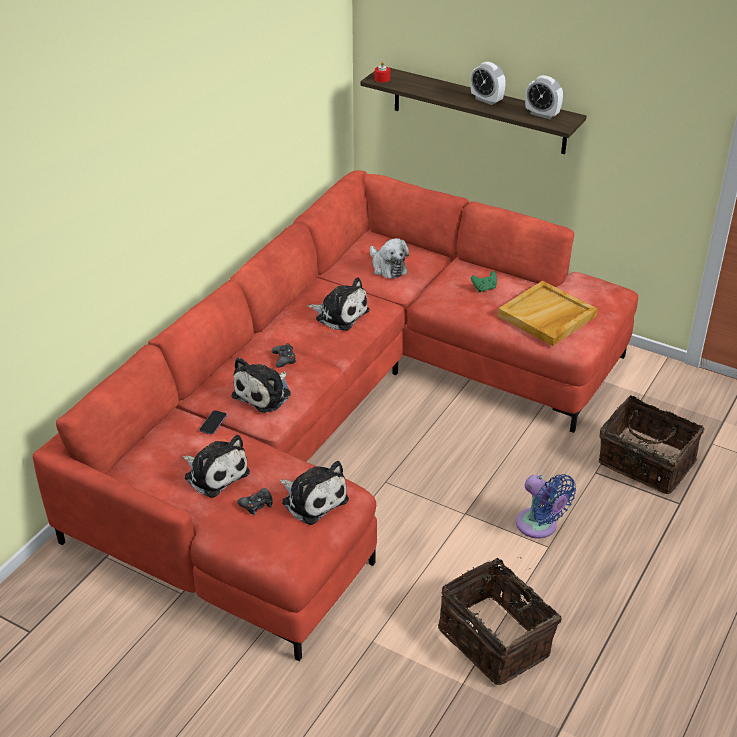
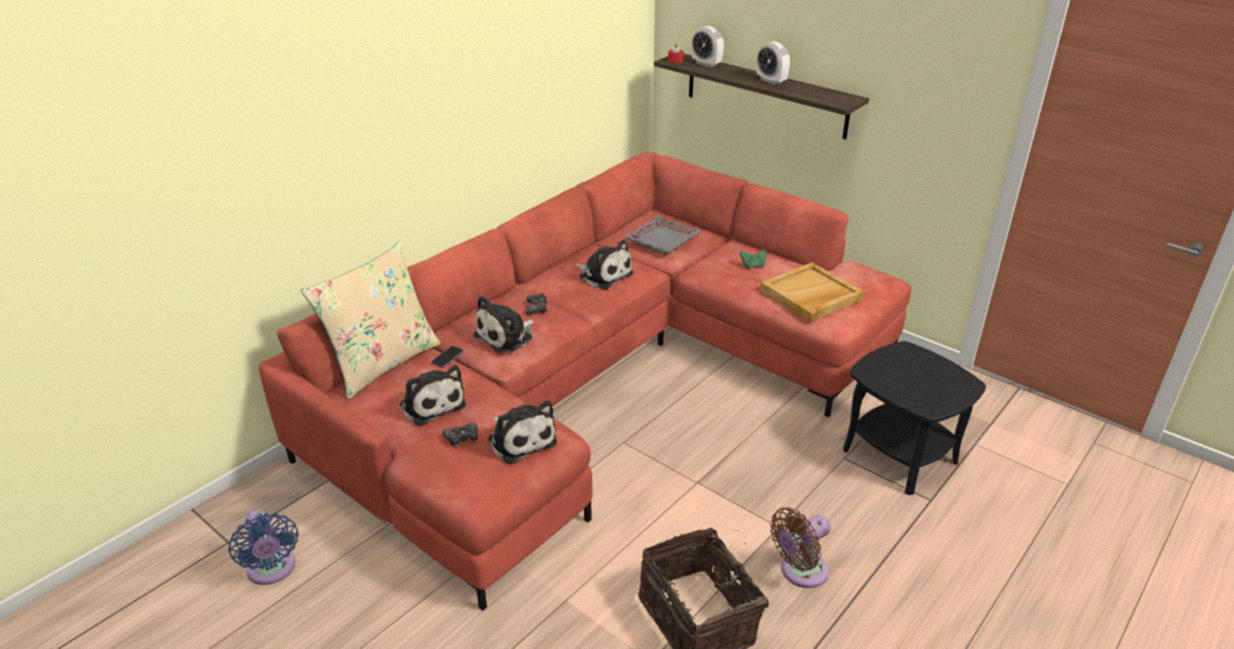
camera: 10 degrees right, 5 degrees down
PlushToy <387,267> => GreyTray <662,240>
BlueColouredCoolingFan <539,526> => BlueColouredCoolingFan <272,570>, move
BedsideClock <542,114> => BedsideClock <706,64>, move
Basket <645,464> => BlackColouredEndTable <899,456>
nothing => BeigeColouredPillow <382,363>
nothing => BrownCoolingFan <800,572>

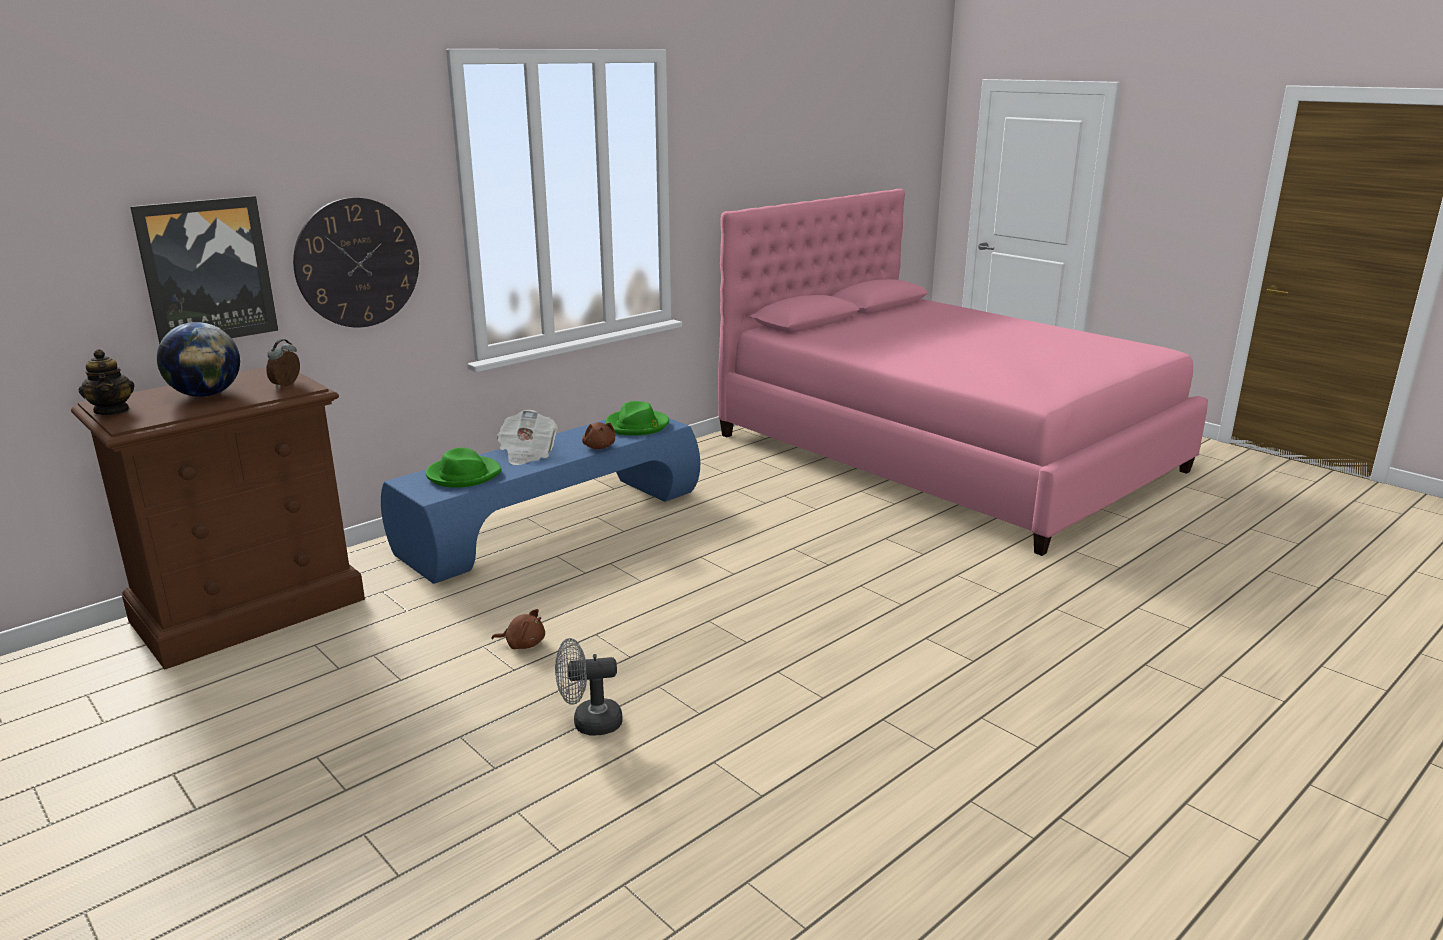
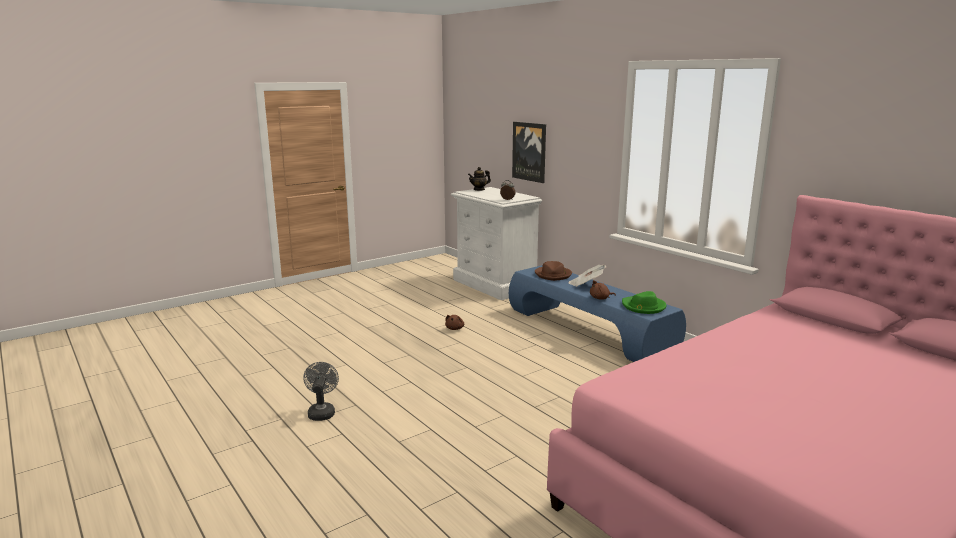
camera: 95 degrees right, 5 degrees down
BrownChestOfDrawers <249,610> => WhitishChestOfDrawers <495,285>
Globe <205,395> => nothing
ClockOnTheWall <357,263> => nothing
GreenWearableHat <463,475> => BrownWearableHat <553,275>
GreyCoolingFan <589,723> => GreyCoolingFan <322,412>, move

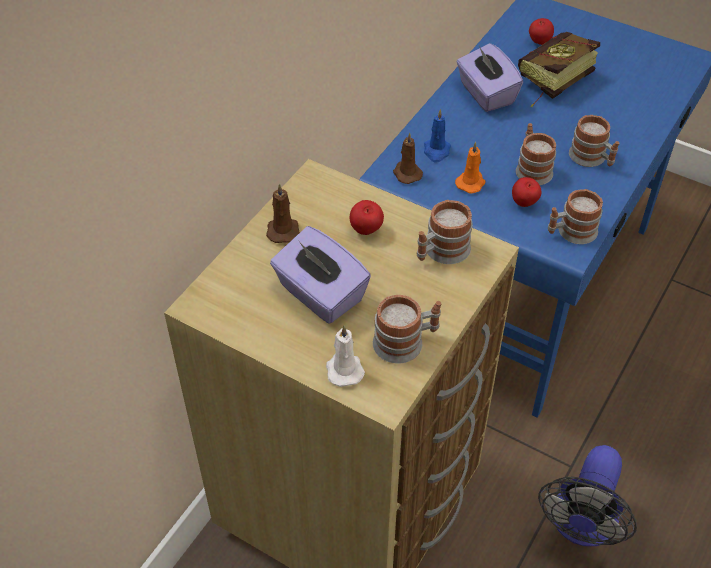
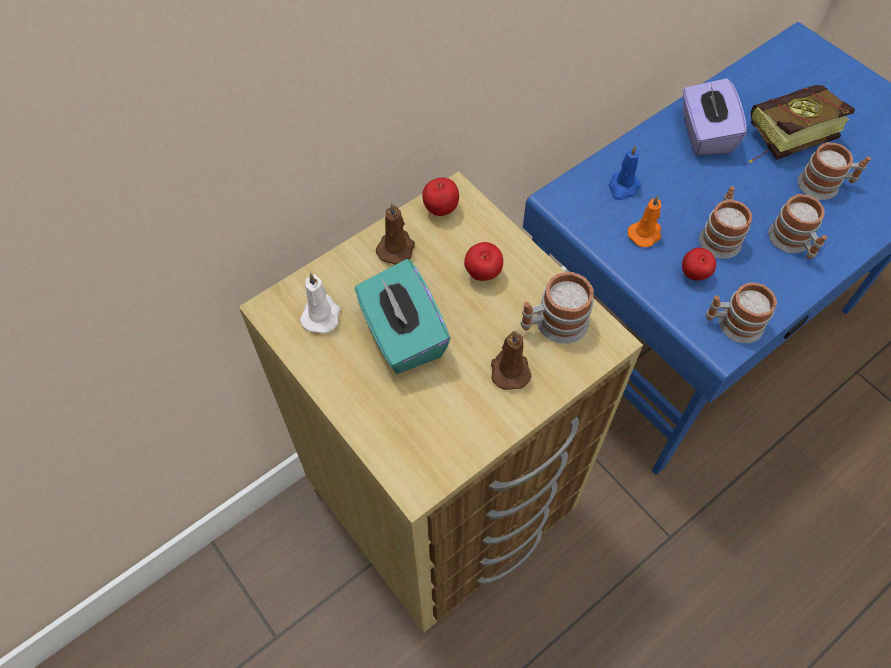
camera: 20 degrees right, 10 degrees up
PurplishTissueHolder <320,294> => TurquoiseColouredTissueHolder <402,335>
WhitishWaxCandle <344,369> => WhitishWaxCandle <321,314>, move
TeaMug <406,342> => TeaMug <825,185>, move
BrownWaxCandle <406,173> => BrownWaxCandle <509,369>, move
AppleFruit <539,42> => AppleFruit <440,209>, move
CoolingFan <581,526> => nothing

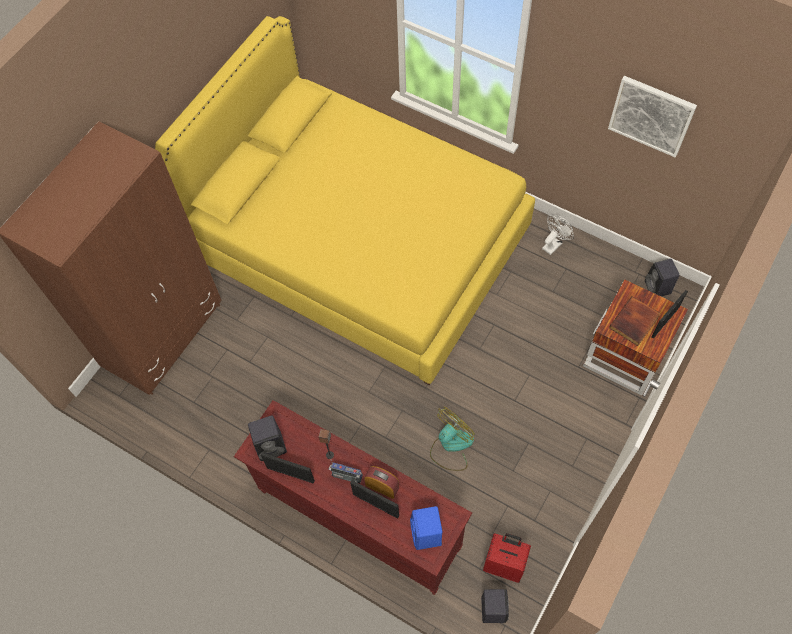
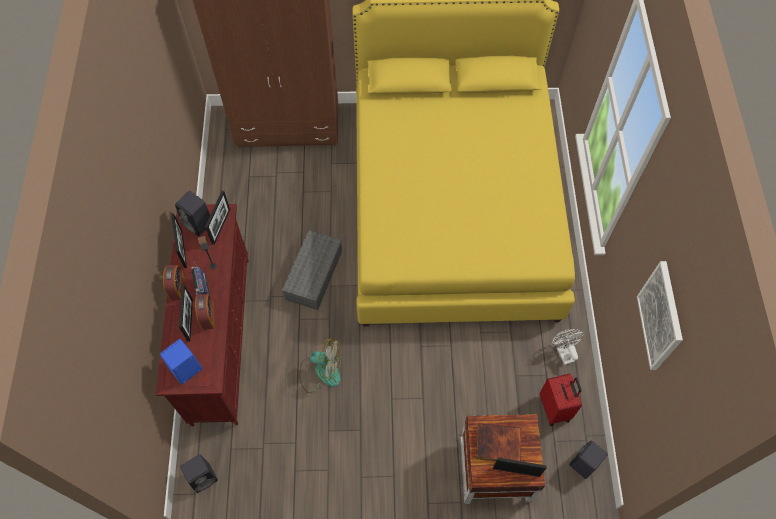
camera: 55 degrees right, 0 degrees up
ReddishTravelCase <504,564> => ReddishTravelCase <555,408>, move
WhitishCoolingFan <554,244> => WhitishCoolingFan <563,352>, 120 degrees counterclockwise
nothing => BedsideClock <177,287>
nothing => PhotoFrame <221,226>
nothing => GreyStorageBox <313,274>

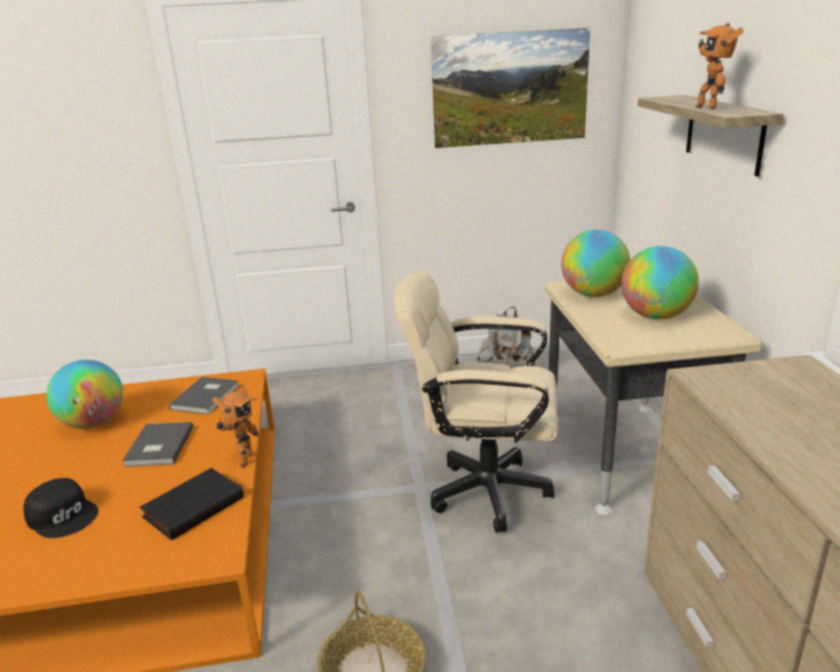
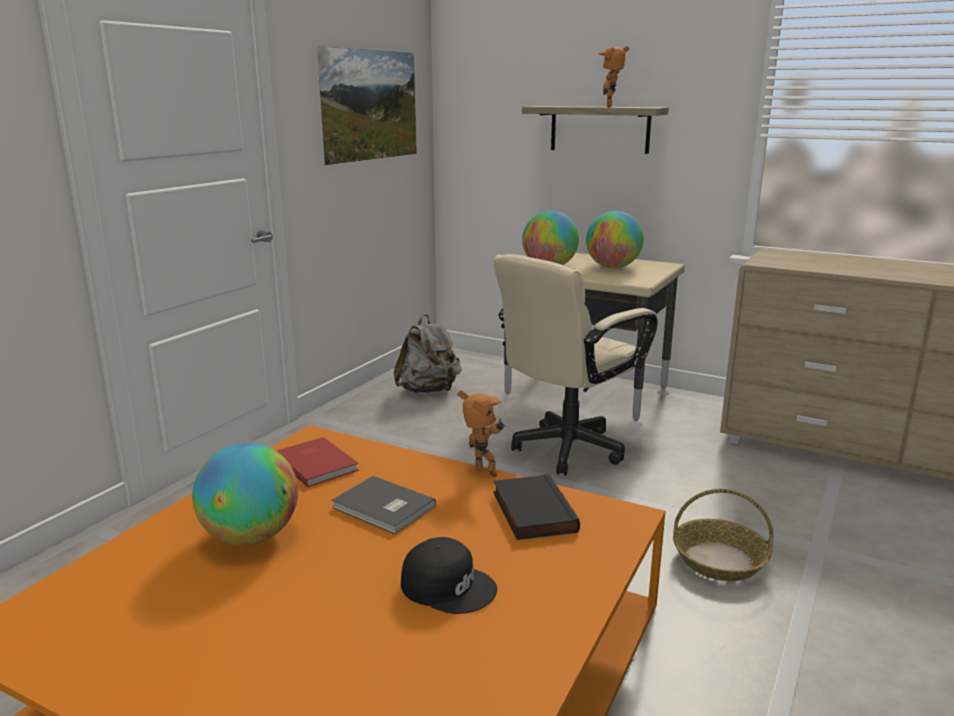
camera: 55 degrees left, 5 degrees down
BlackColouredCap <63,515> => BlackColouredCap <448,586>, 45 degrees clockwise
GreyBoundBook <207,397> => ReddishBoundBook <317,463>
ToyRobot <708,108> => ToyRobot <612,107>, 90 degrees clockwise

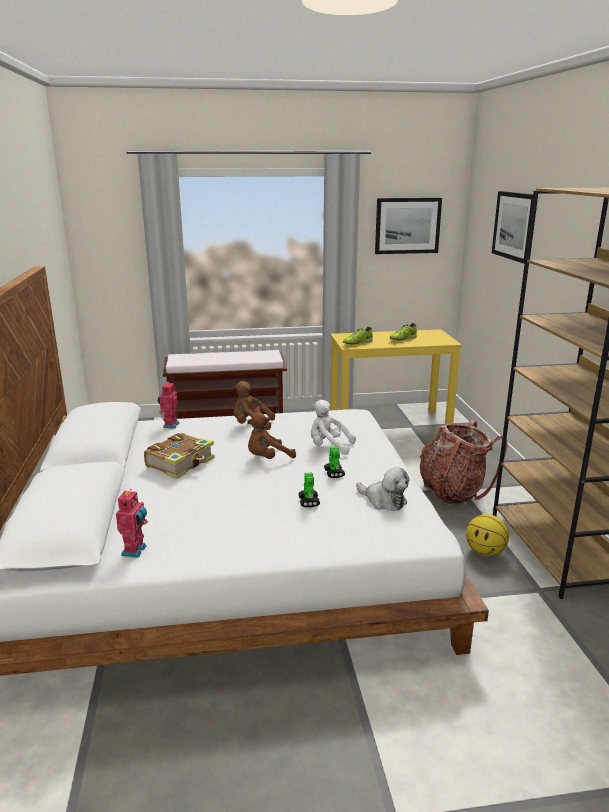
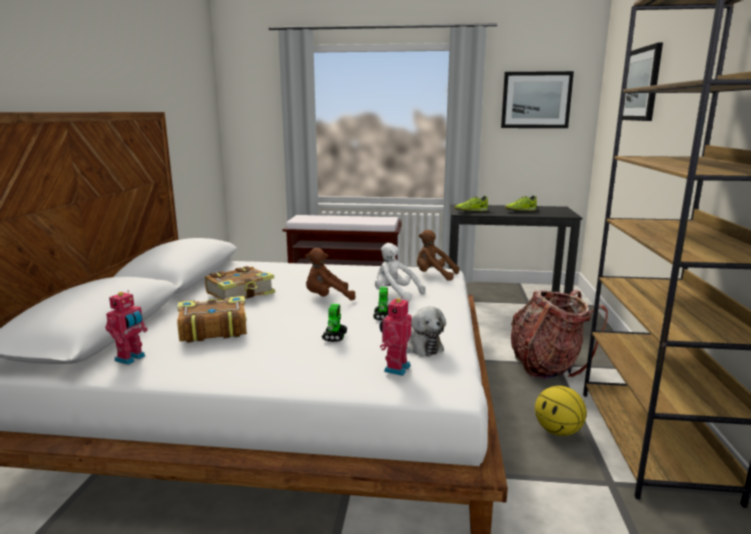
camera: 15 degrees right, 5 degrees down
ToyRobot <170,425> => ToyRobot <395,368>, move
BrownPlushToy <251,425> => BrownPlushToy <433,276>, move
YellowDesk <390,423> => BlackColouredDesk <505,298>
nothing => BoundBook <212,329>

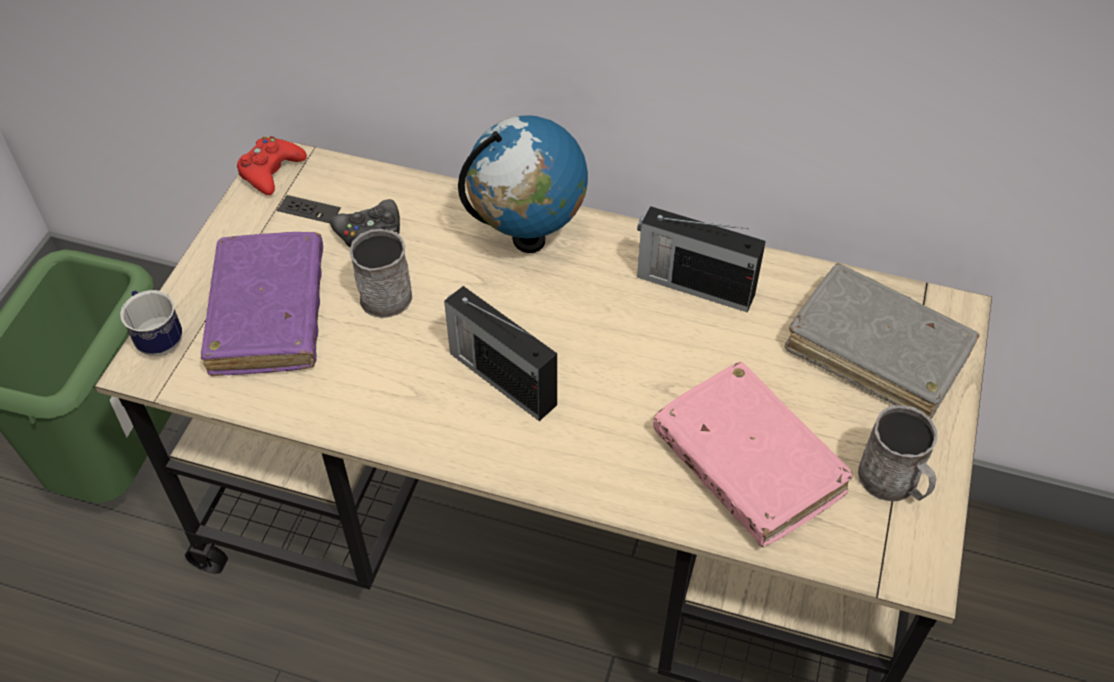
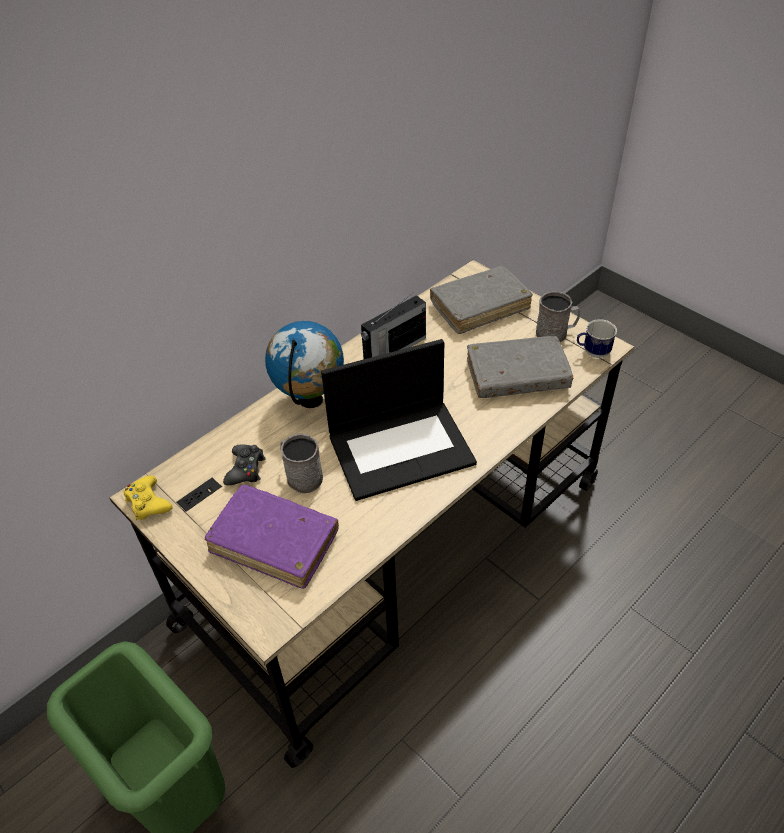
camera: 60 degrees left, 5 degrees down
TeaMug <158,339> => TeaMug <592,352>, move
ReddishGamepad <271,171> => YellowGamepad <148,503>
RadioReceiver <501,377> => NotebookComputer <401,448>
PinkBoundBook <748,463> => GreyBoundBook <517,375>

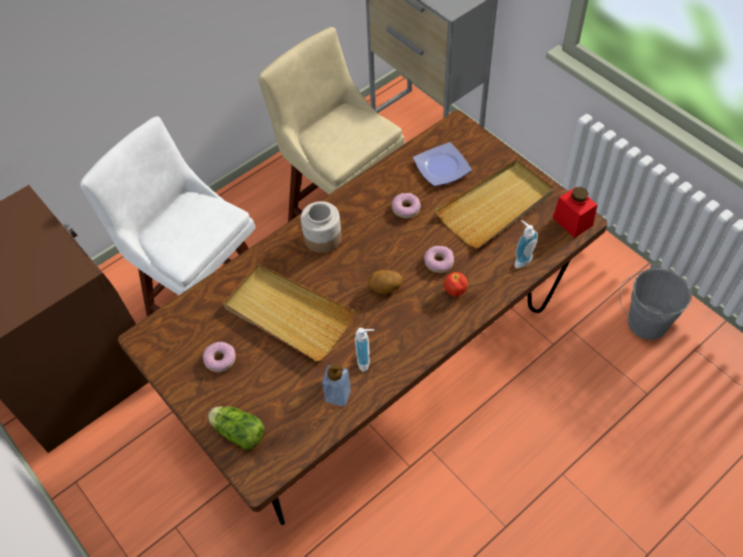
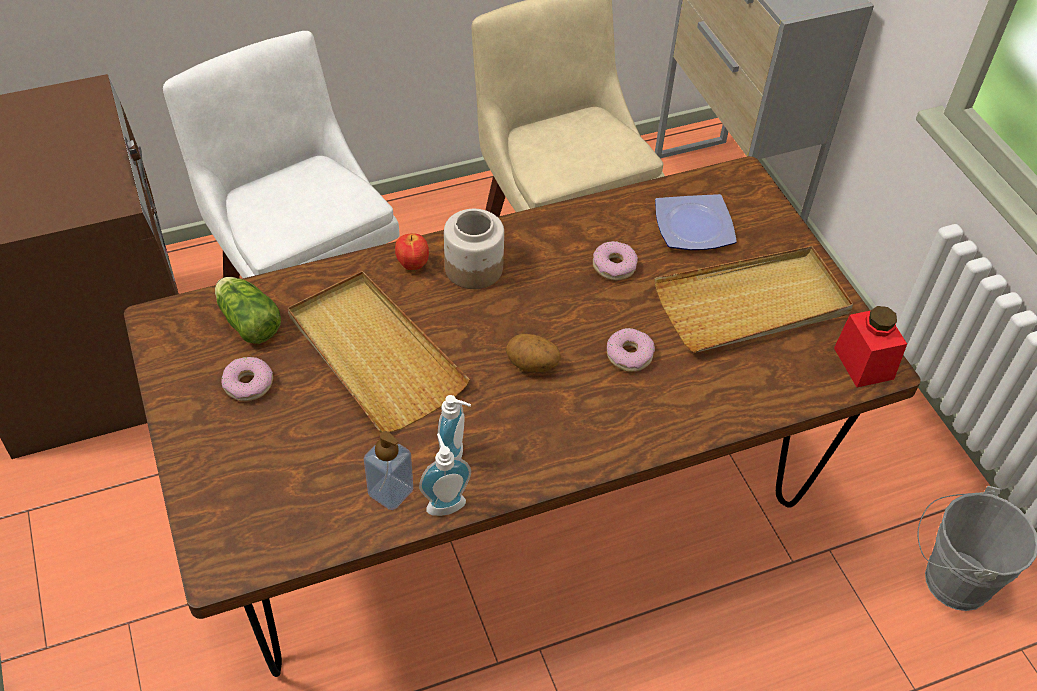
camera: 15 degrees right, 5 degrees down
LettuceHead <237,431> => LettuceHead <247,320>, move
AppleFruit <454,291> => AppleFruit <412,265>, move
LiquidSoapBottle <521,259> => LiquidSoapBottle <444,502>, move

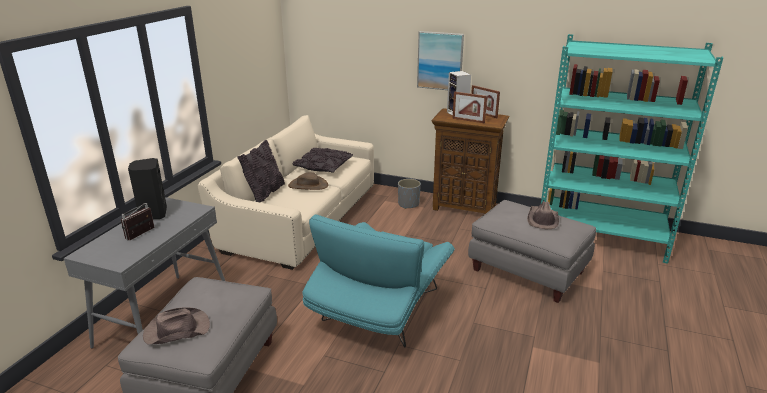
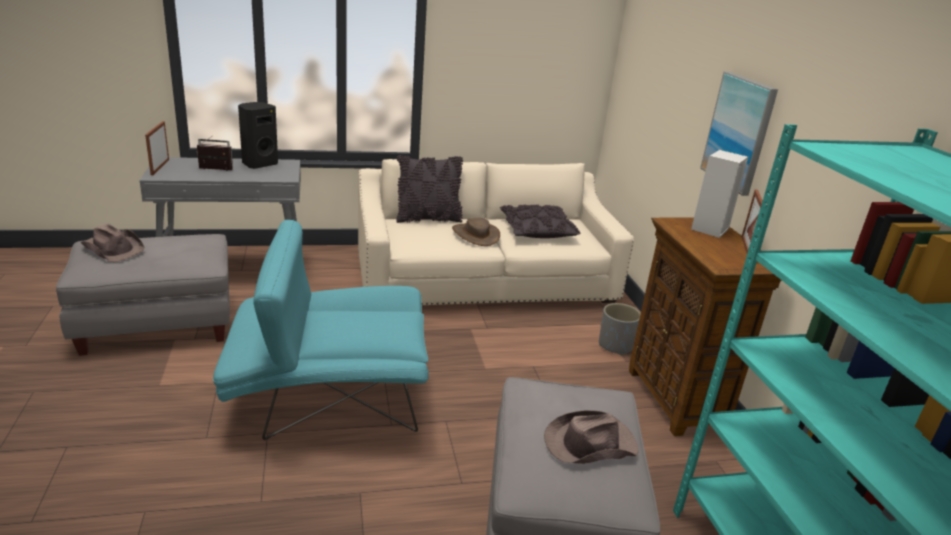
camera: 55 degrees right, 0 degrees up
PhotoFrame <468,120> => PhotoFrame <160,167>, move

